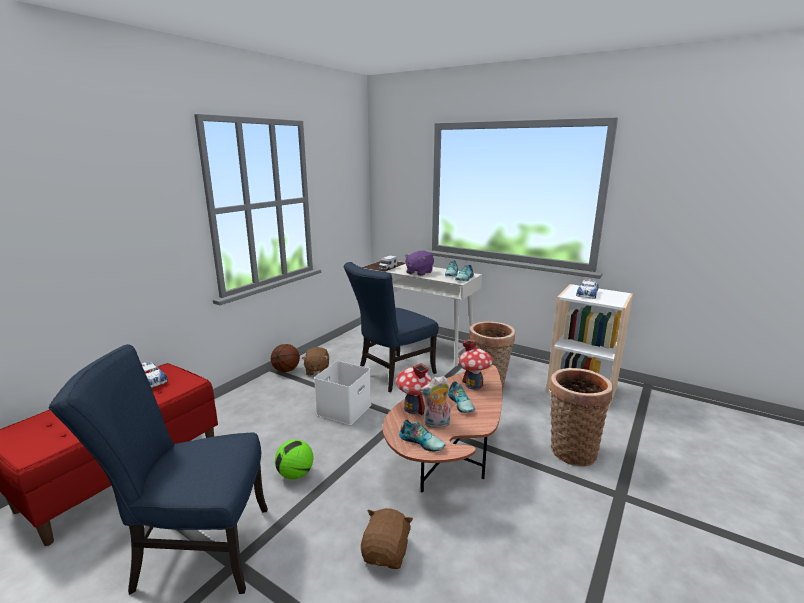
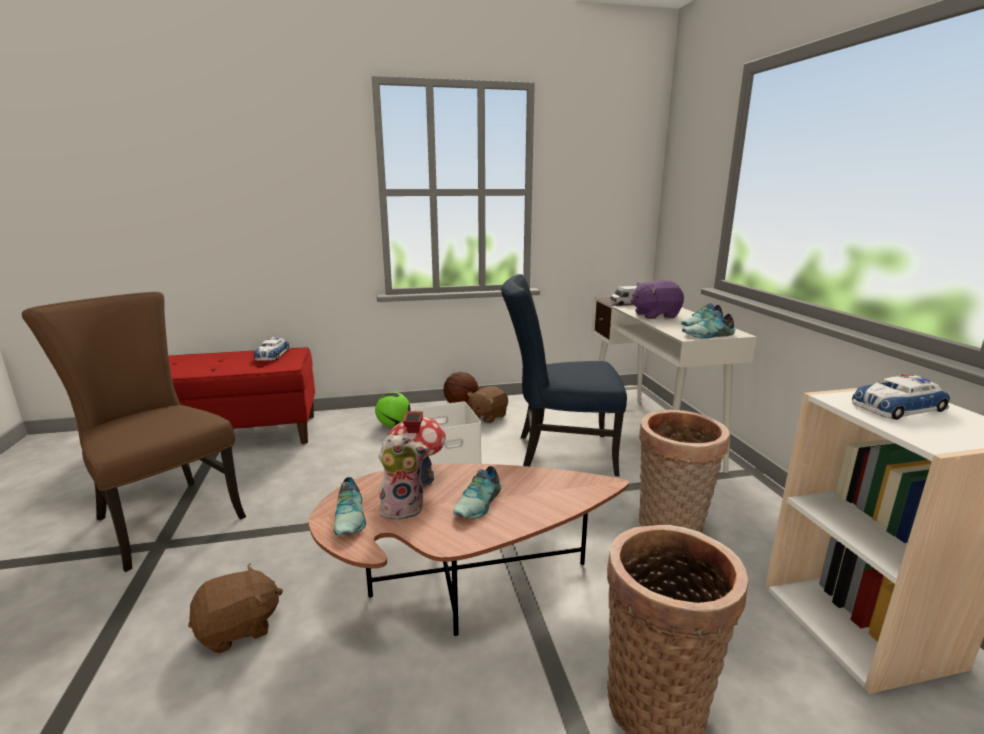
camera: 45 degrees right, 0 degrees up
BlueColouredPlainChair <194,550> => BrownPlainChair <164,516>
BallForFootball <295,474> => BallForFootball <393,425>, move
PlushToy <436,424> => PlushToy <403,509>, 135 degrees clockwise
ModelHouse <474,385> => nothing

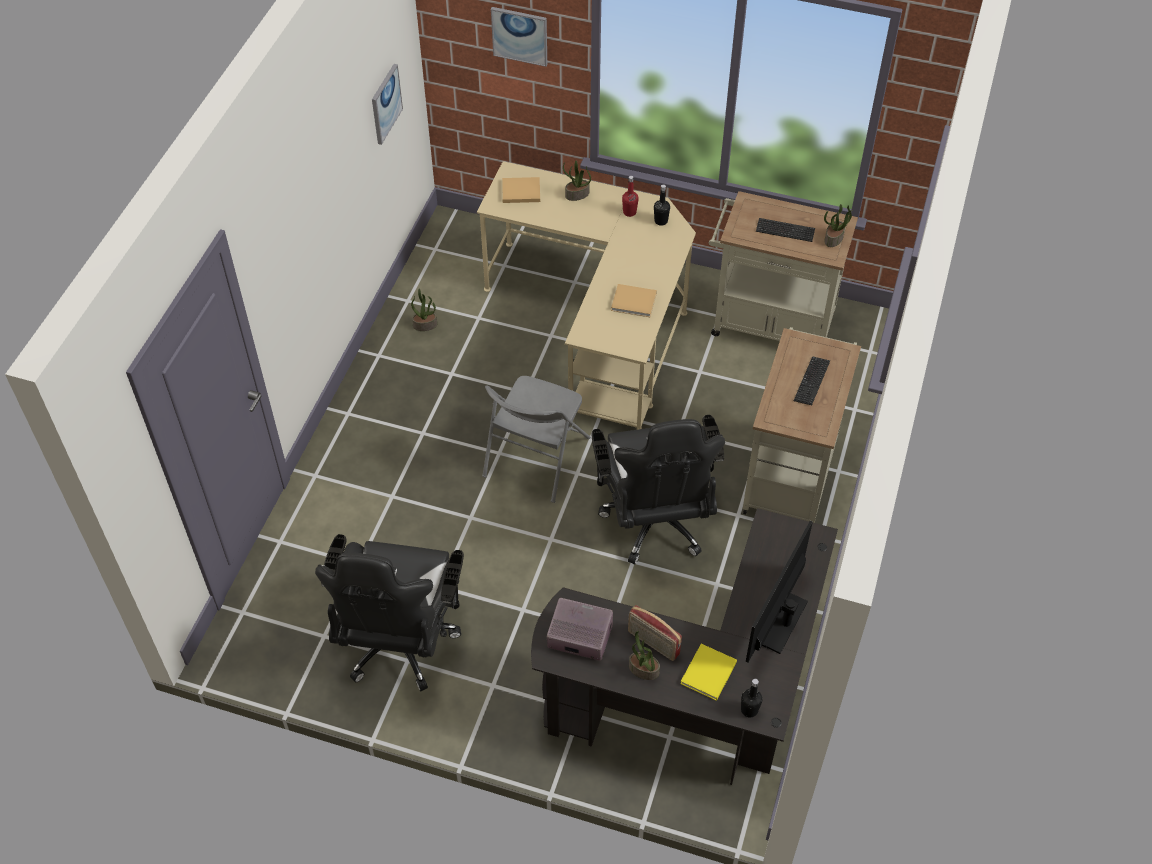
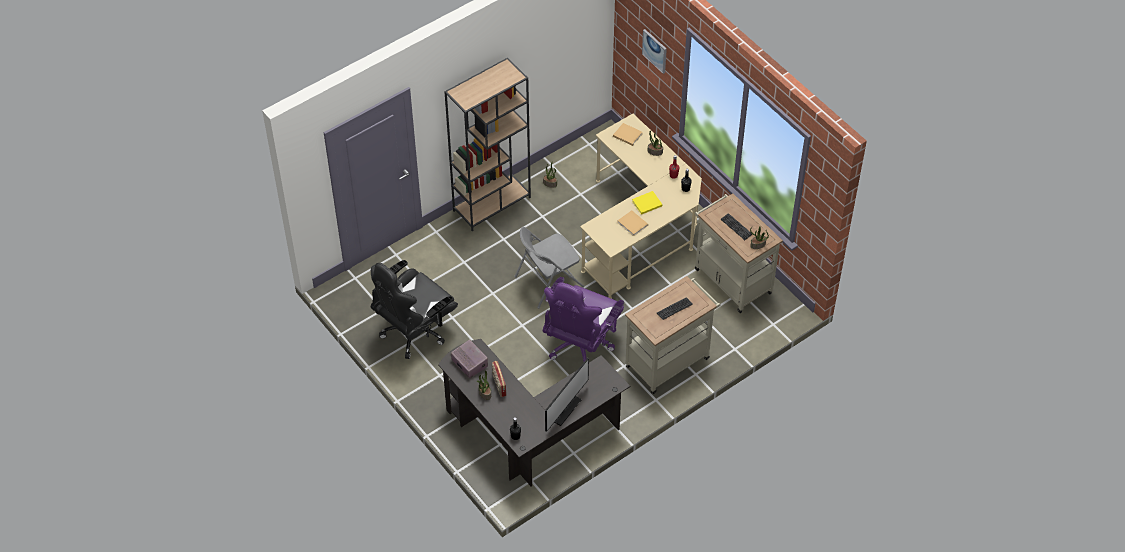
camera: 35 degrees right, 0 degrees up
WallArt <385,103> => nothing
BlackColouredOfficeChair <653,515> => PurplishOfficeChair <581,342>
YellowBoundBook <707,674> => YellowBoundBook <646,204>, move
Monitor <779,621> => Monitor <564,409>, 150 degrees clockwise
nothing => Bookshelf <492,204>

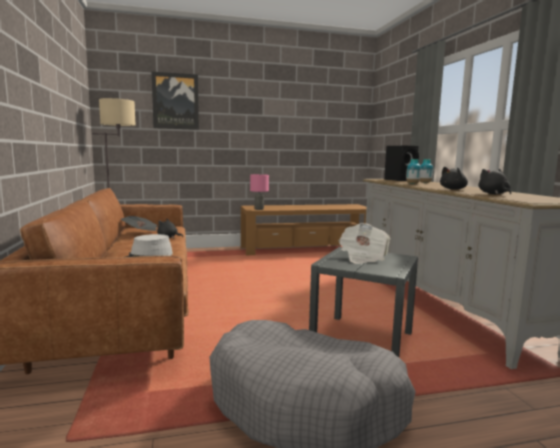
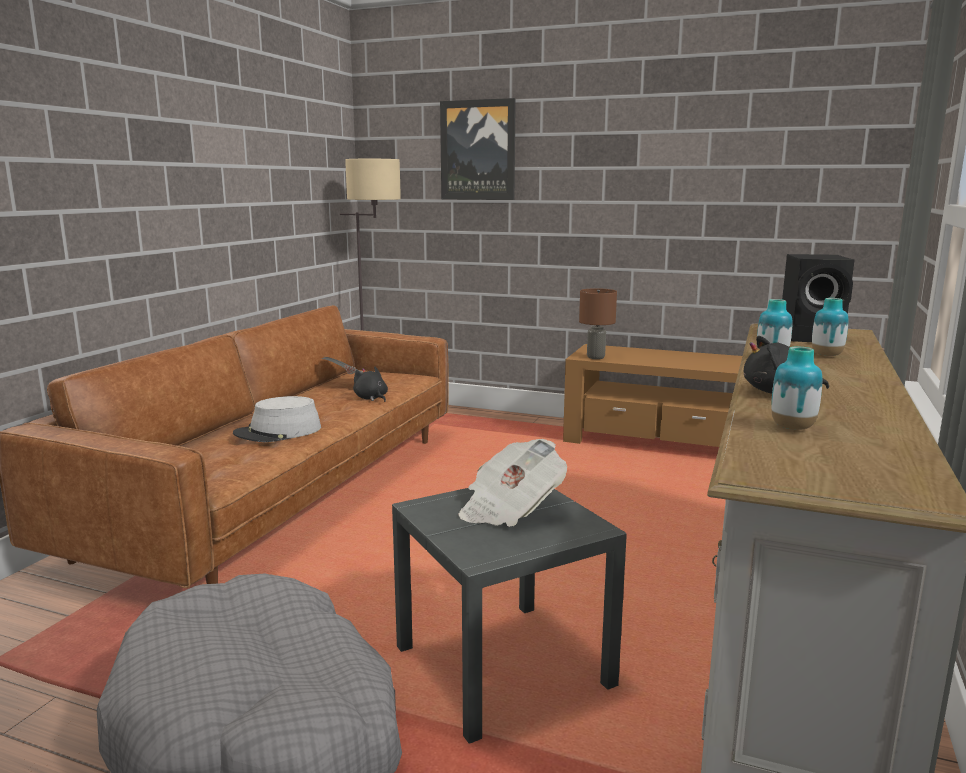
camera: 35 degrees right, 5 degrees up
PinkTableLamp <258,209> => BrownTableLamp <595,357>
BlackColouredPlushToy <494,194> => Vase <792,428>

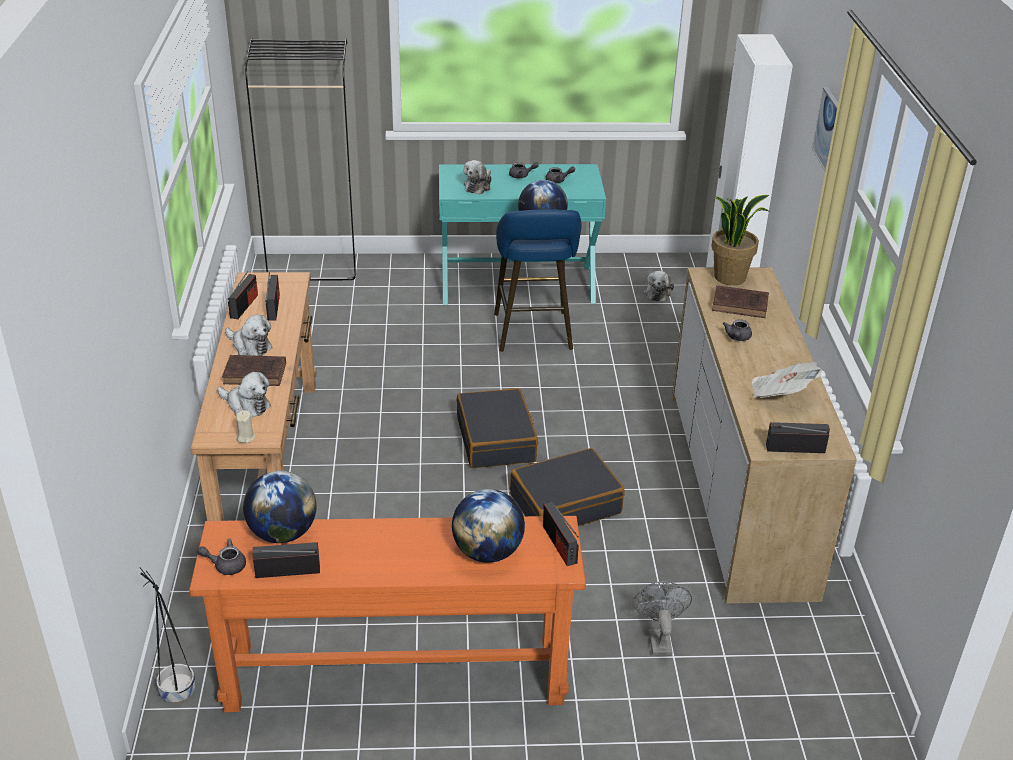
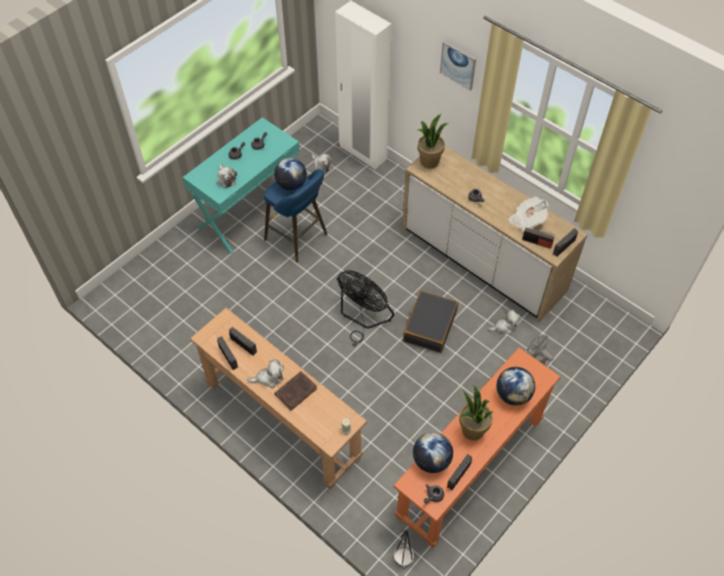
camera: 45 degrees left, 20 degrees up
PlushToy <246,405> => PlushToy <504,326>, move
BlackColouredGarmentRack <314,268> => nothing
BlackColouredTravelCase <496,440> => BlackColouredCoolingFan <361,316>
RadioReceiver <559,544> => RadioReceiver <537,242>, move
BrownBoundBook <741,305> => nothing
nothing => PlantInAPot <472,430>

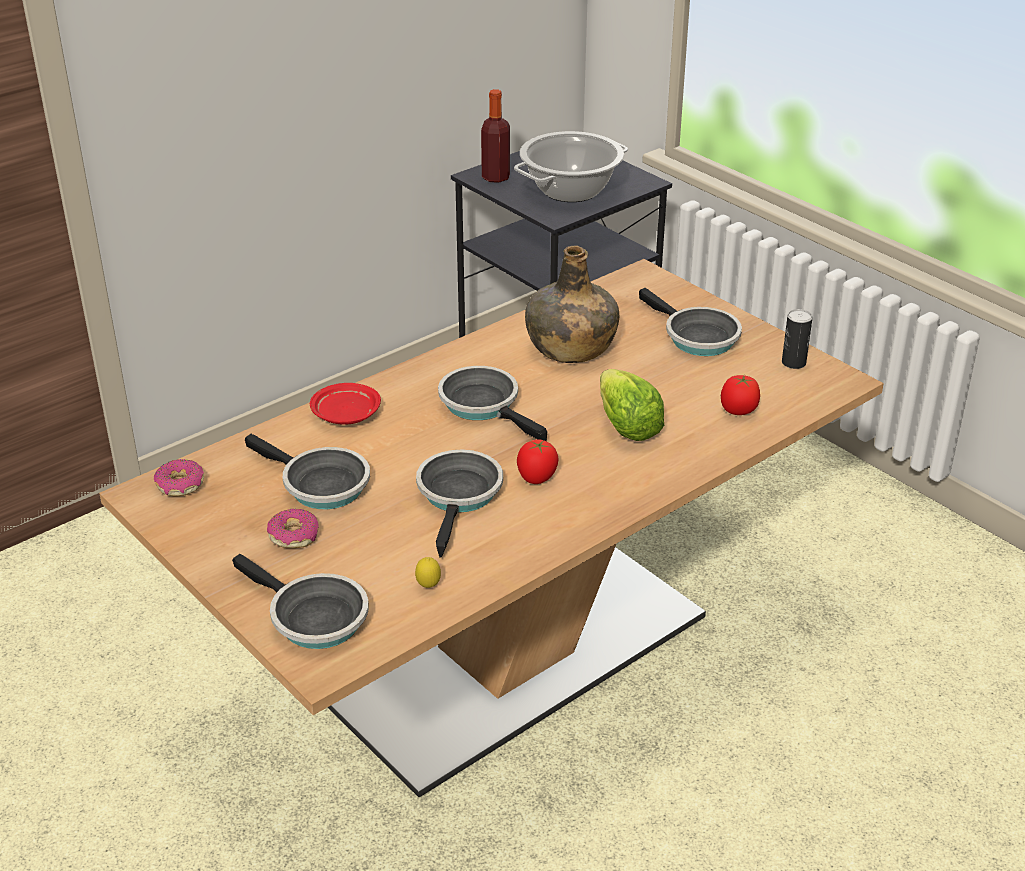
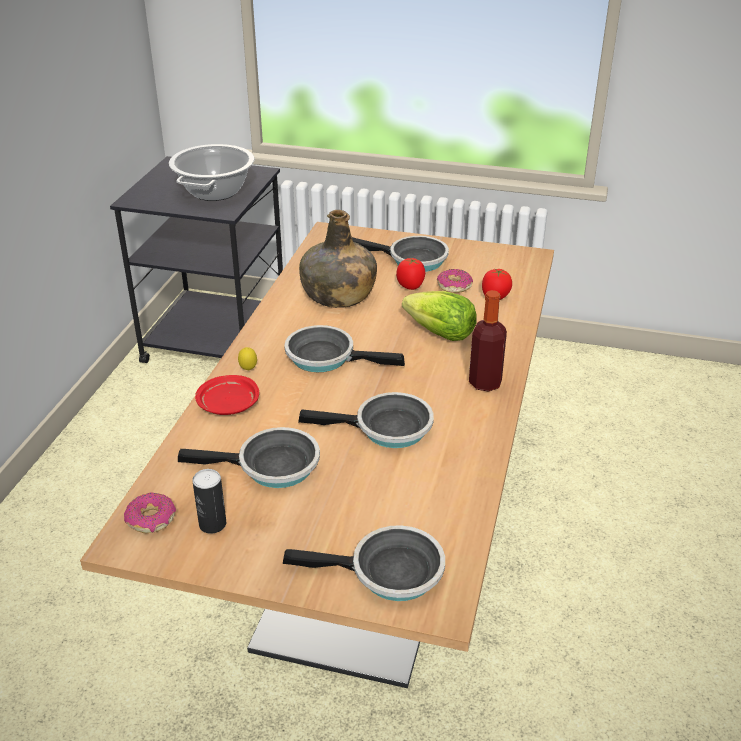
camera: 35 degrees left, 0 degrees up
Donut <294,535> => Donut <454,286>, move
WholeLemon <428,586> => WholeLemon <248,370>, move
Skillet <459,496> => Skillet <387,429>, 120 degrees clockwise
BeverageBottle <495,177> => BeverageBottle <485,383>, move
FreshTomato <536,478> => FreshTomato <410,286>, move
SealedCan <793,363> => SealedCan <212,524>, move

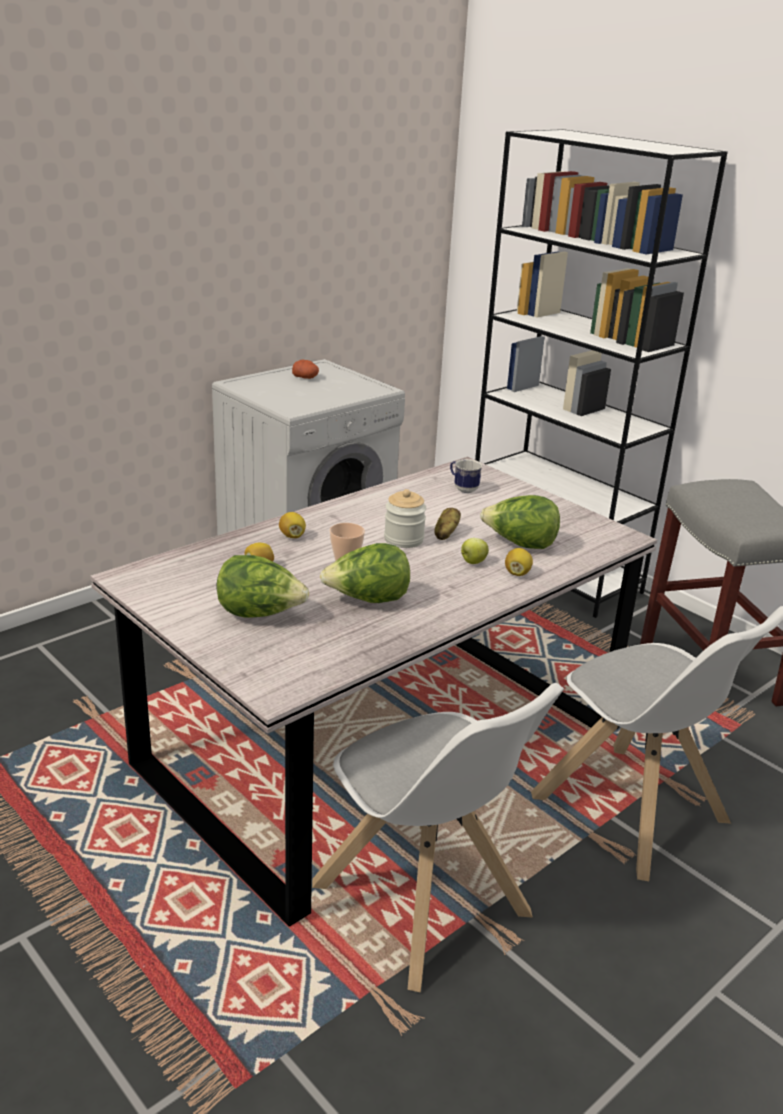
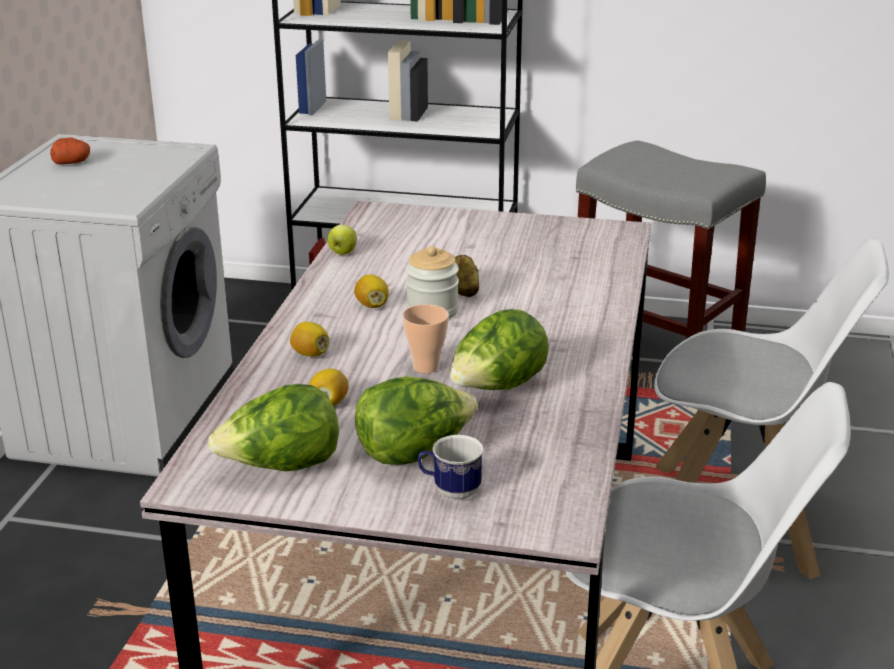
camera: 35 degrees left, 0 degrees up
TeaMug <463,488> => TeaMug <450,491>, move
AppleFruit <472,562> => AppleFruit <342,253>, move
LettuceHead <520,544> => LettuceHead <281,467>, move
WholeLemon <517,573> => WholeLemon <372,305>, move

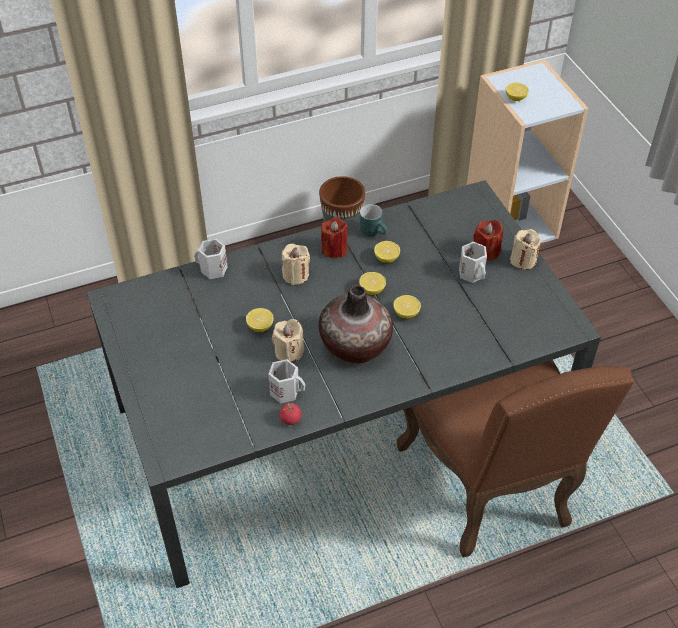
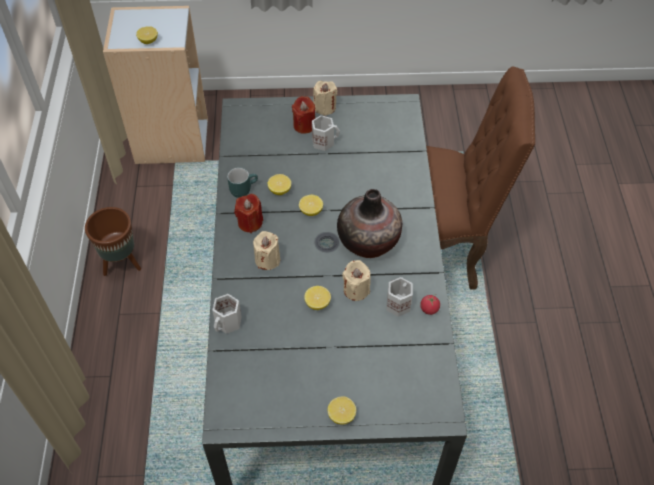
camera: 70 degrees left, 5 degrees up
WholeLemon <406,313> => WholeLemon <341,415>, move

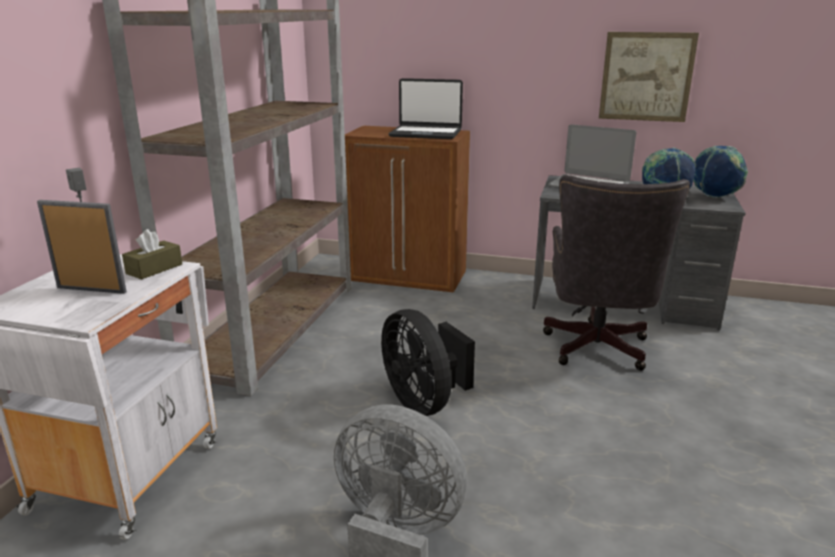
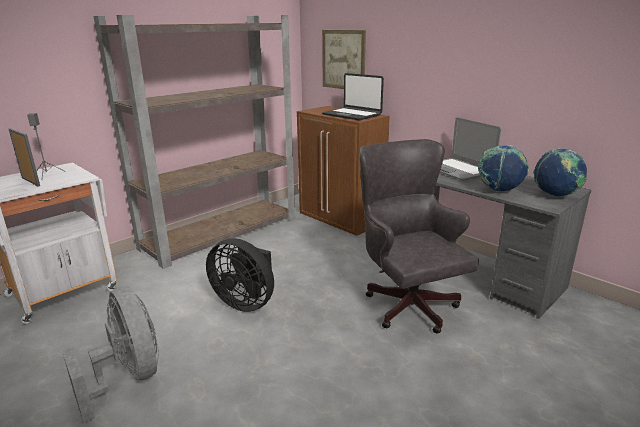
camera: 30 degrees right, 0 degrees up
BrownTissueHolder <154,269> => nothing
BlackColouredCoolingFan <424,402> => BlackColouredCoolingFan <246,302>, 60 degrees counterclockwise
GreyOfficeChair <597,350> => GreyOfficeChair <408,304>, 120 degrees clockwise
WallArt <646,77> => WallArt <343,60>, move

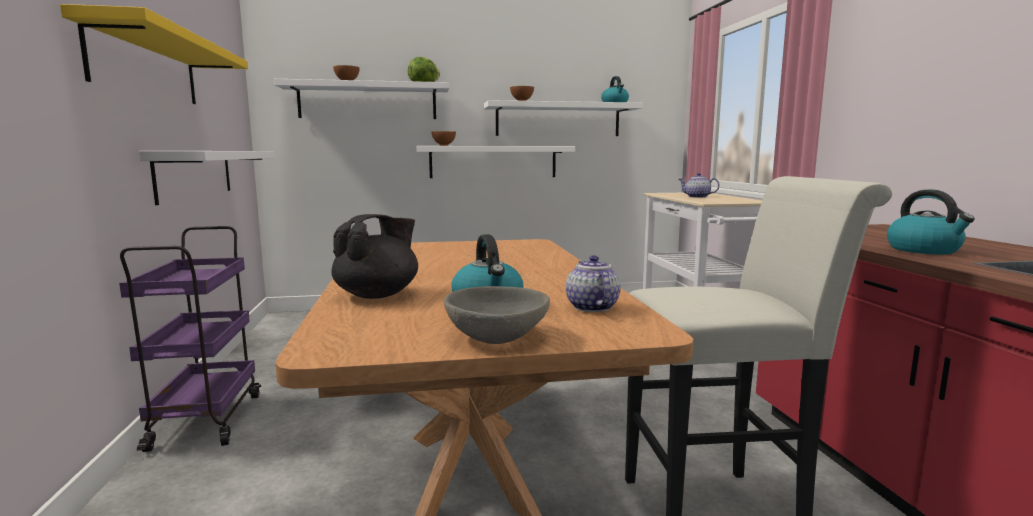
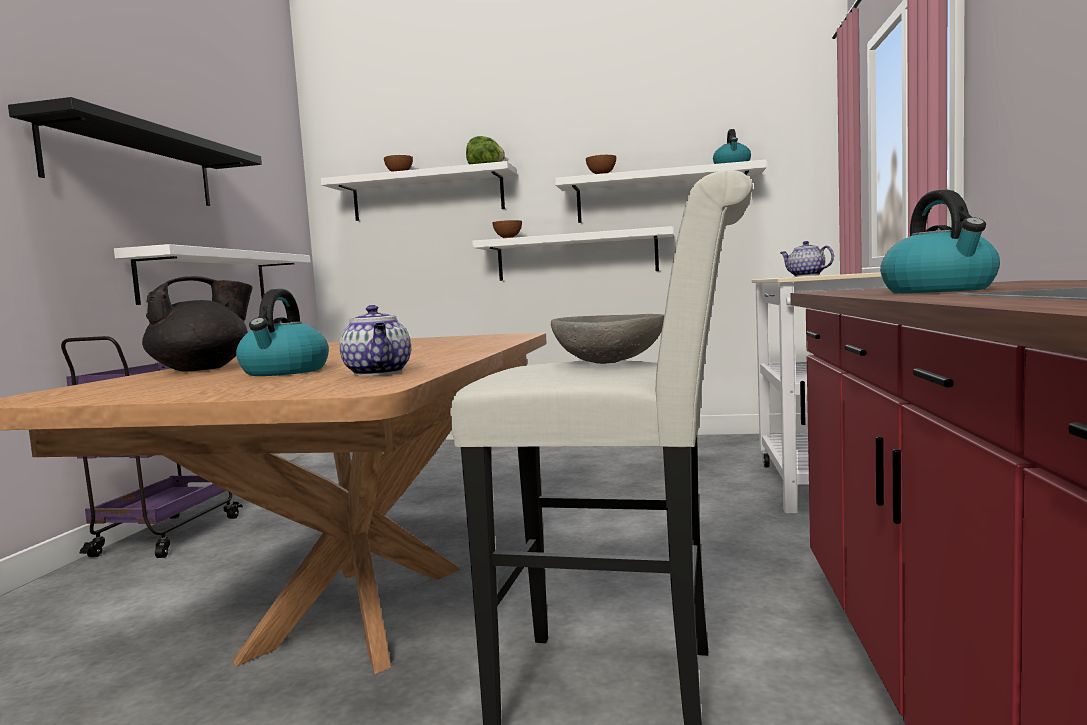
camera: 20 degrees right, 5 degrees down
YellowBracketShelf <146,66> => BlackColouredBracketShelf <133,165>
GreyServingBowl <496,338> => GreyServingBowl <608,362>, move
Teapot <591,307> => Teapot <379,373>, 150 degrees clockwise

